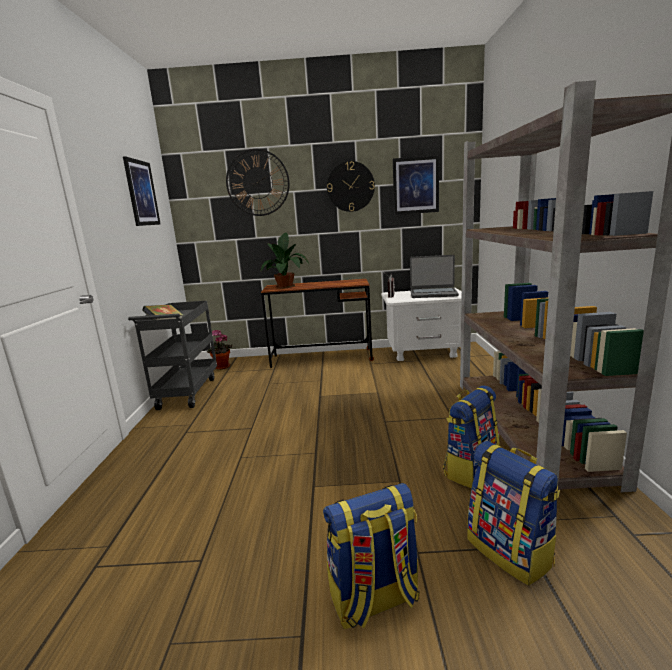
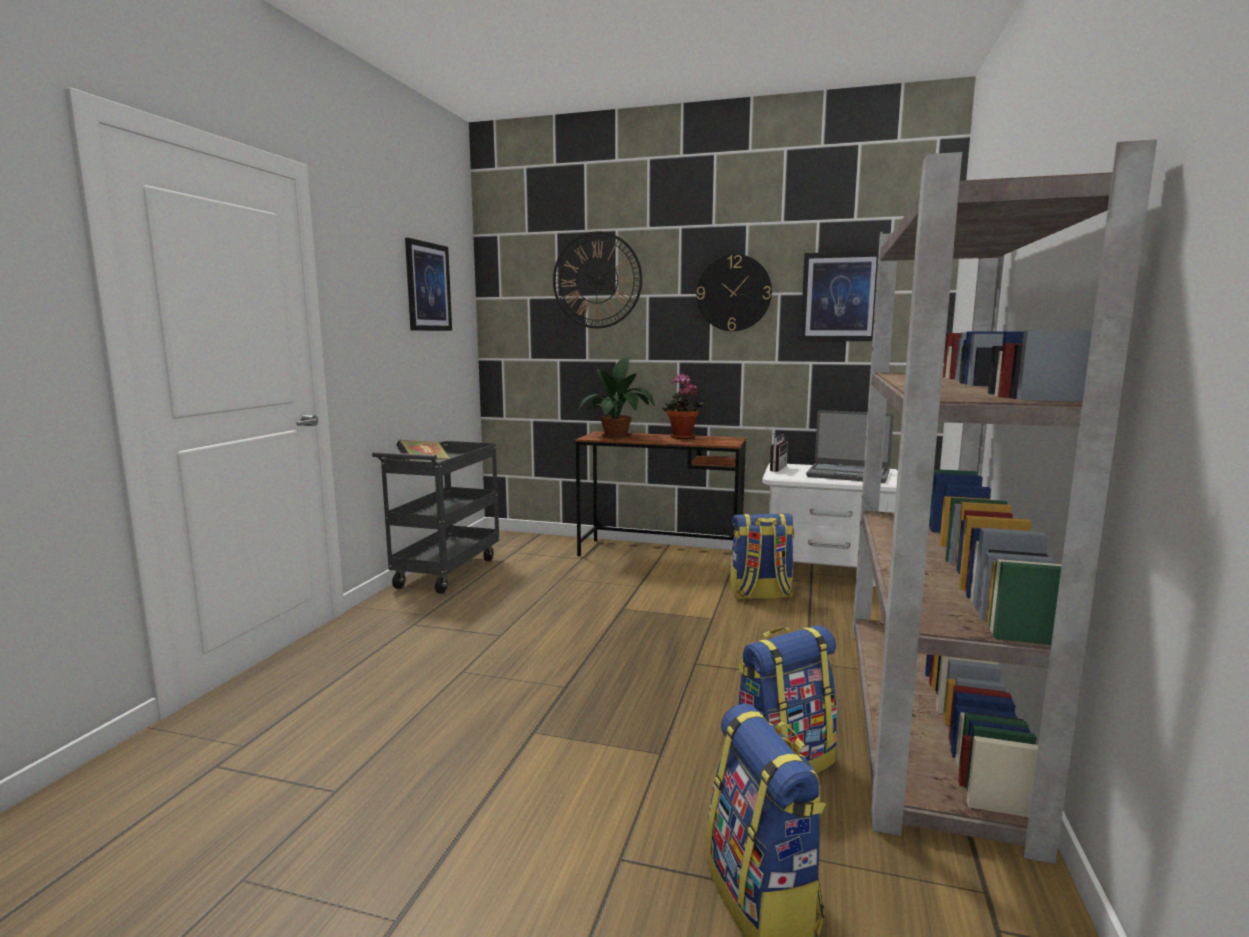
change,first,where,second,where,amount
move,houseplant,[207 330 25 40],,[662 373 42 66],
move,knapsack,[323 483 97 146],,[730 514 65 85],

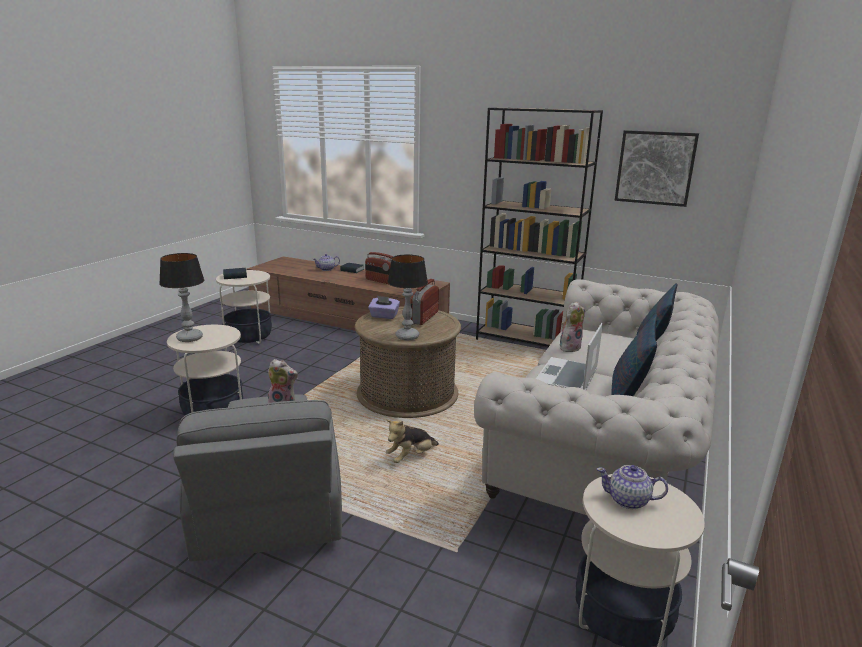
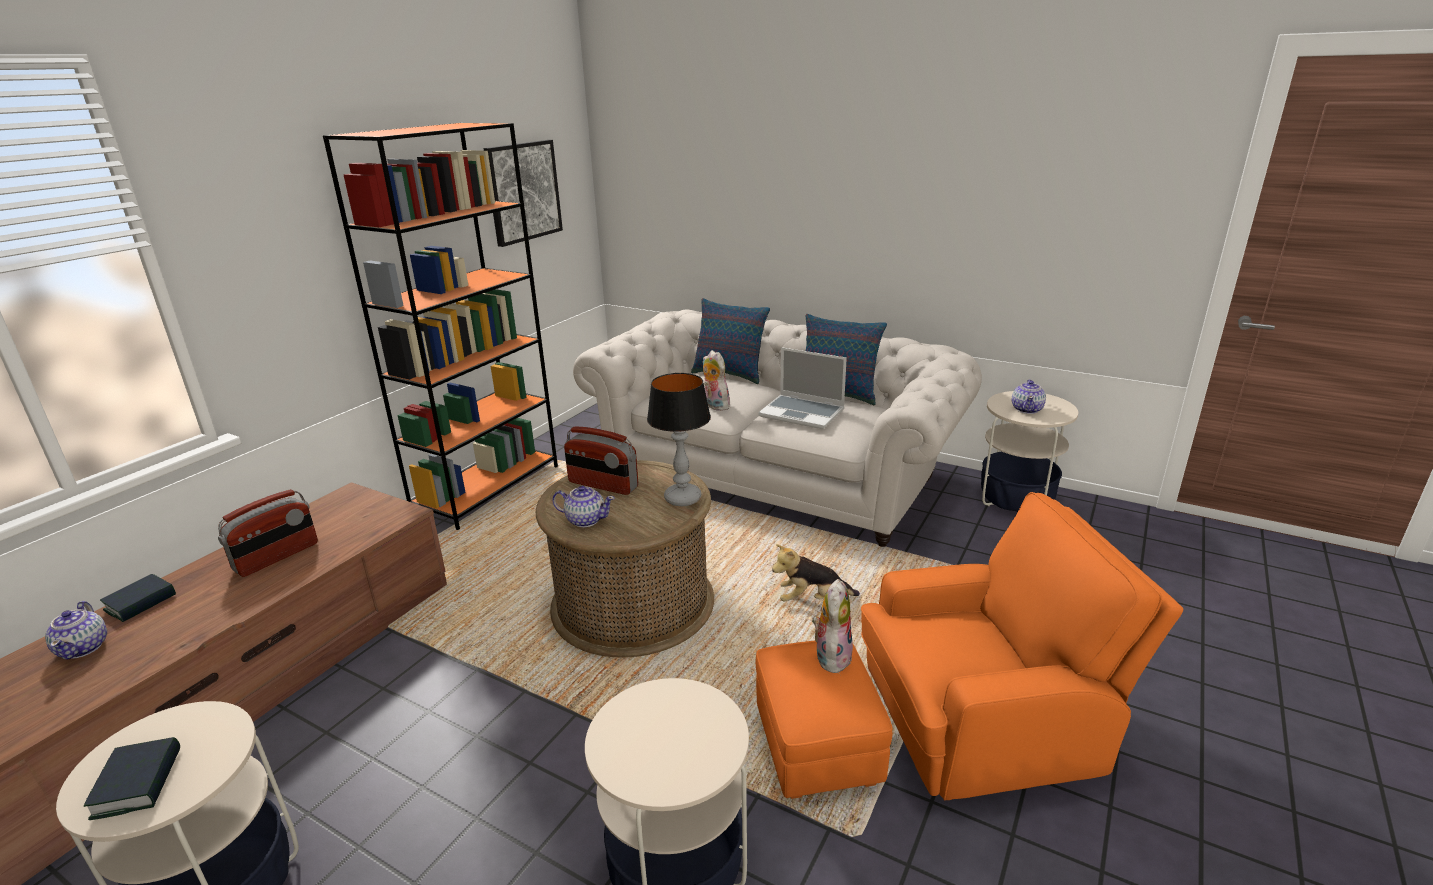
change,first,where,second,where,amount
delete,lamp for a table,[159 253 45 89],,,
recolor,lounge chair in grey,[173 394 169 167],lounge chair in orangey,[756 492 427 309],
replace,tissue holder in purplish,[368 296 32 23],pot for tea,[552 486 63 41],
rotate,cuddly toy,[386 420 53 43],,[772 544 88 58],120 degrees clockwise
recolor,bookcase in sand-coloured,[476 108 127 239],bookcase in orangey,[323 123 235 407],

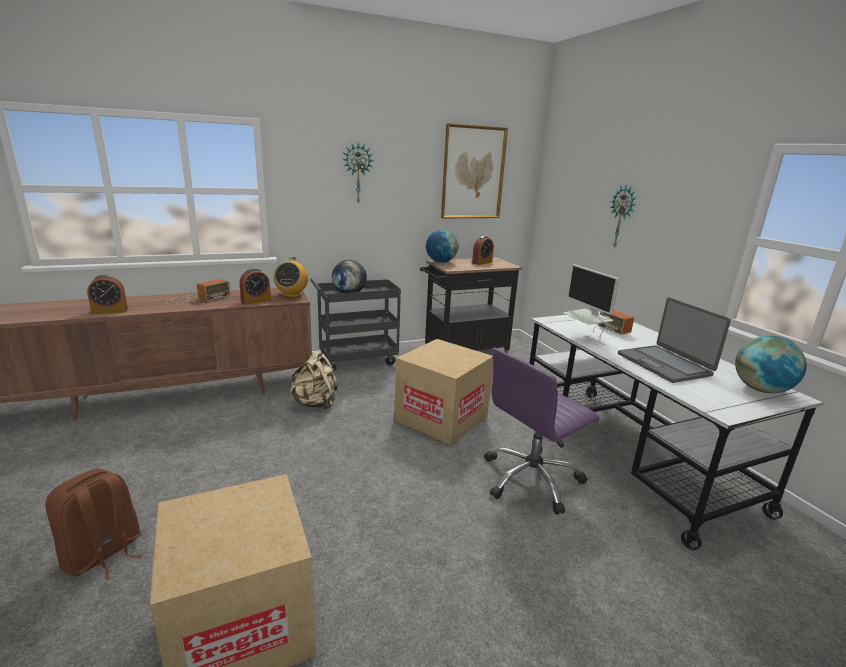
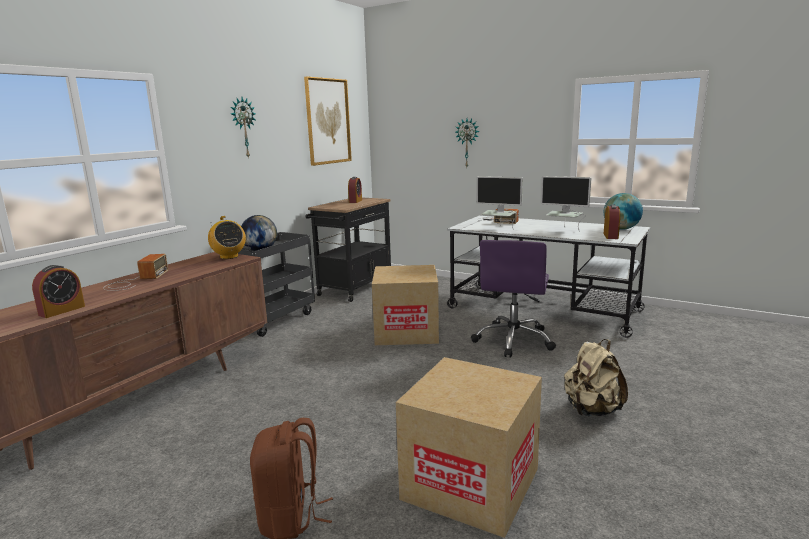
change,first,where,second,where,amount
move,bedside clock,[240 268 31 37],,[604 205 16 34],
move,knapsack in sand-coloured,[290 351 48 59],,[564 339 64 77],
delete,desk globe,[426 230 32 33],,,
replace,laptop,[618 298 113 85],monitor,[541 176 51 56],

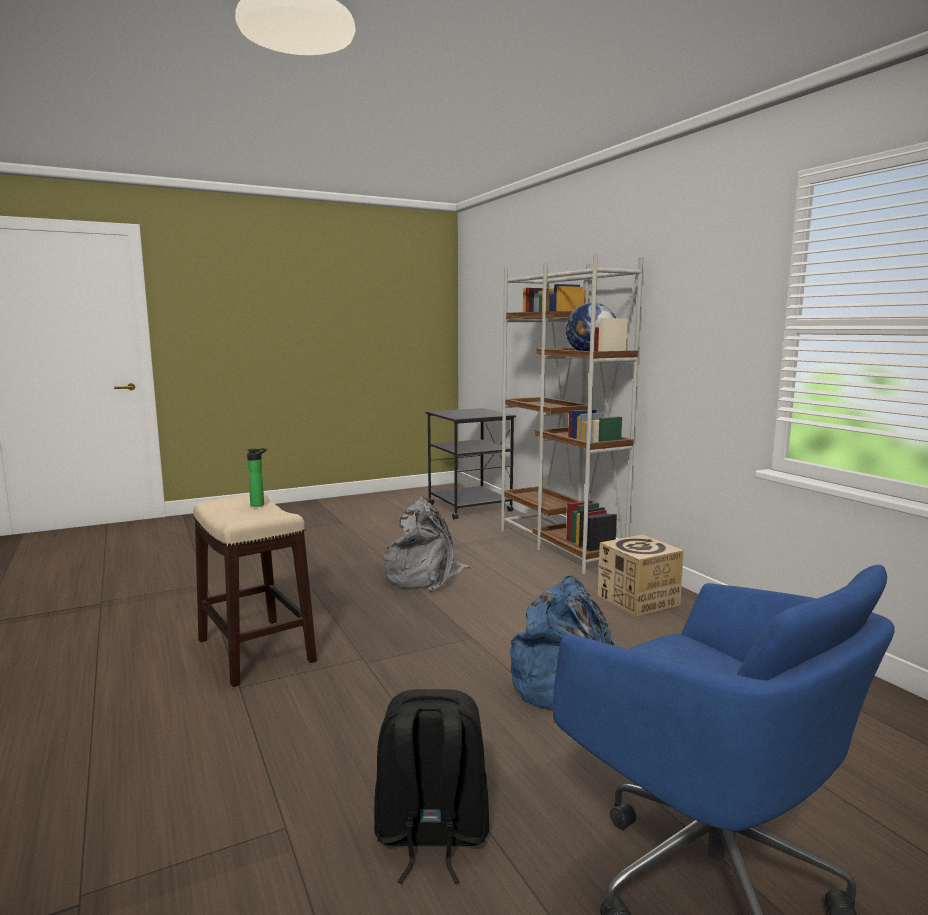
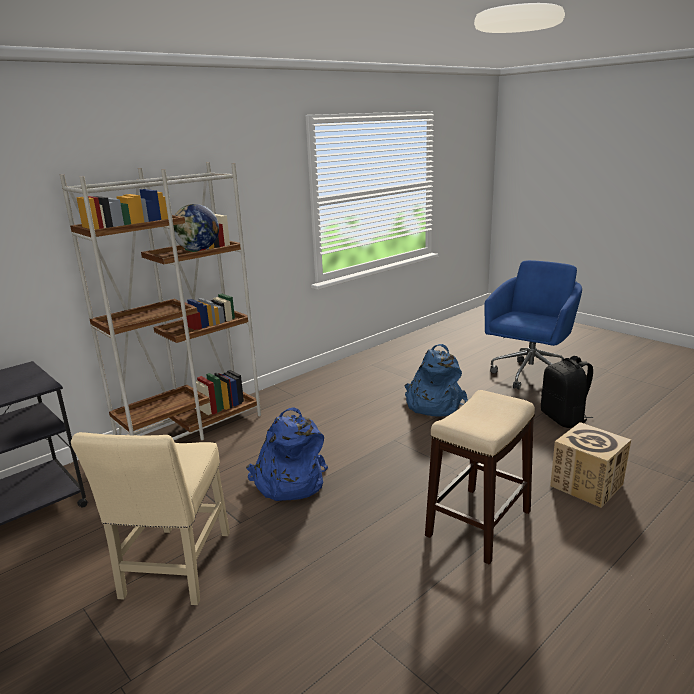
change,first,where,second,where,amount
delete,bottle,[247 448 20 59],,,
recolor,knapsack in grey,[384 496 88 96],knapsack in blue,[246 407 82 94],
move,cardboard box,[598 534 86 82],,[550 422 81 86],
insert,,,upright chair in sand-coloured,[71 432 159 173],

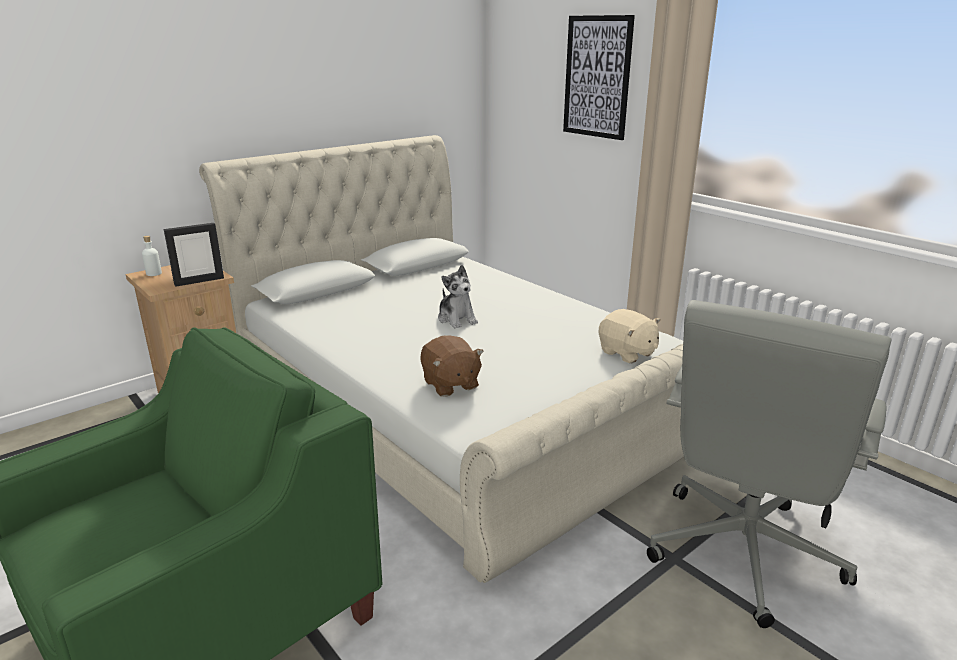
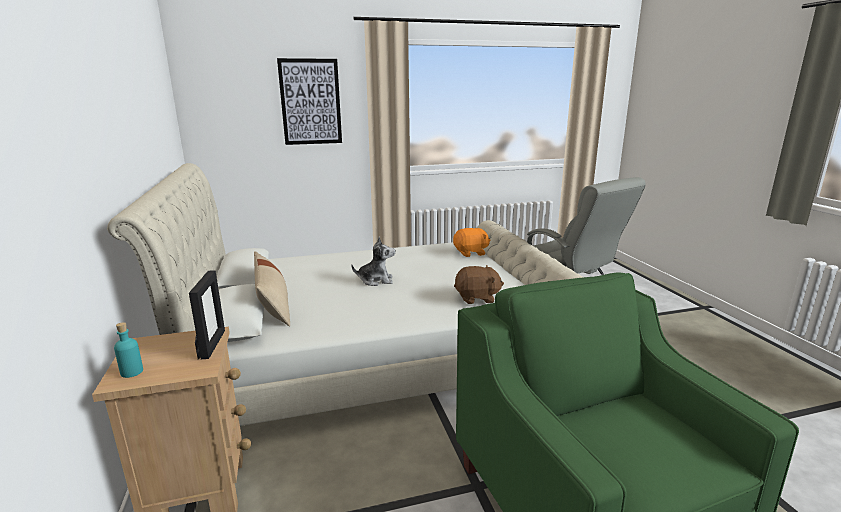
change,first,where,second,where,amount
recolor,bottle in whitish,[142 236 20 40],bottle in turquoise,[114 322 29 56],
recolor,cuddly toy in sand-coloured,[599 309 61 54],cuddly toy in orangey,[453 228 37 29],
insert,,,cushion in sand-coloured,[254 251 36 76],

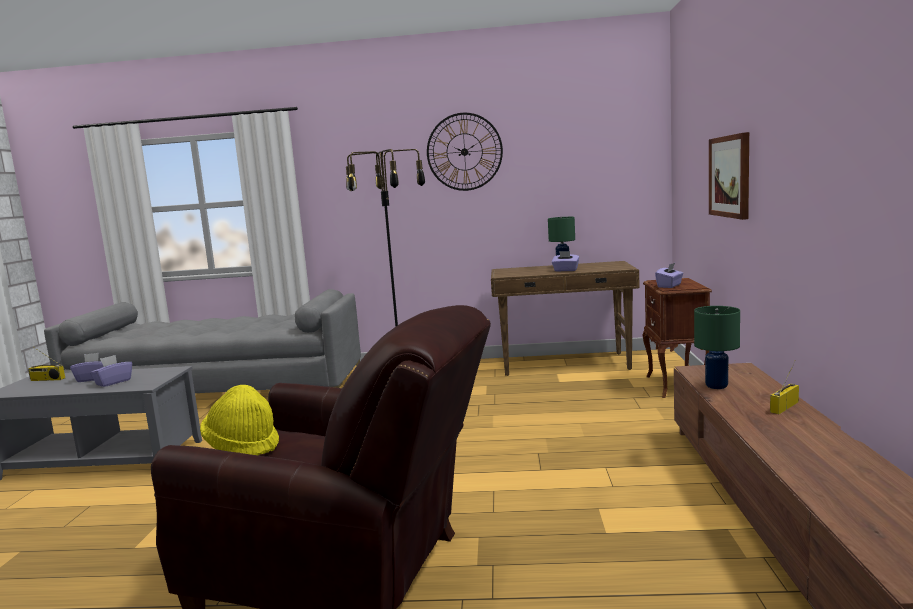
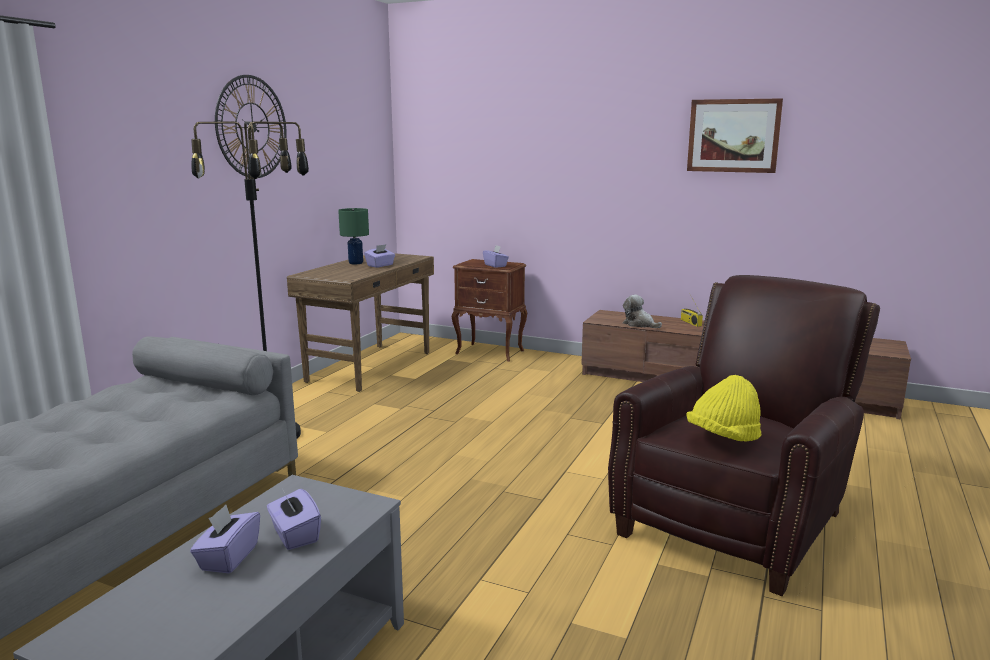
change,first,where,second,where,amount
delete,radio set,[28 347 37 34],,,
replace,lamp for a table in green-coloured,[694 306 46 83],cuddly toy,[623 295 39 33],
move,picture,[709 132 40 88],,[687 98 96 75],

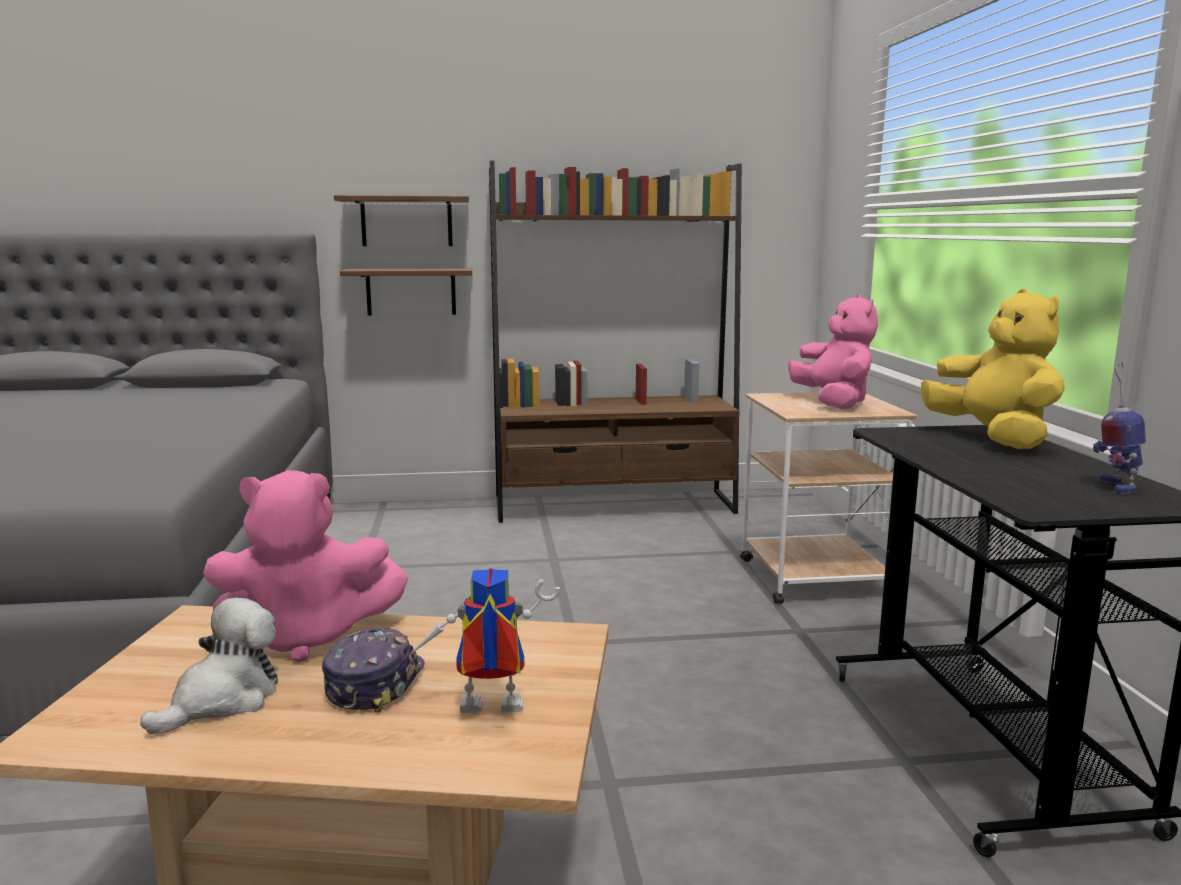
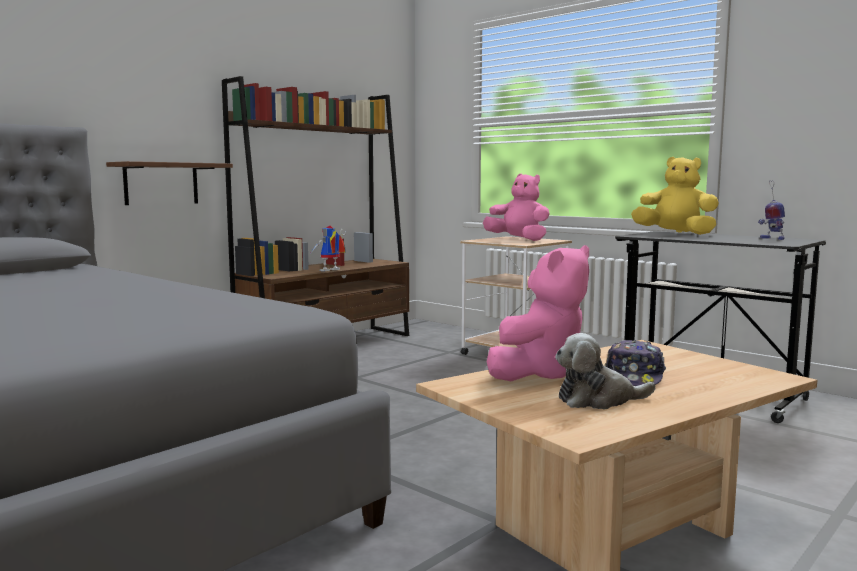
change,first,where,second,where,amount
rotate,cuddly toy,[140 598 138 136],,[555 333 100 76],90 degrees counterclockwise
rotate,cap,[322 628 103 85],,[605 340 61 46],135 degrees counterclockwise
delete,bracket shelf,[334 195 135 51],,,
move,model robot,[408 568 152 145],,[309 225 37 46],

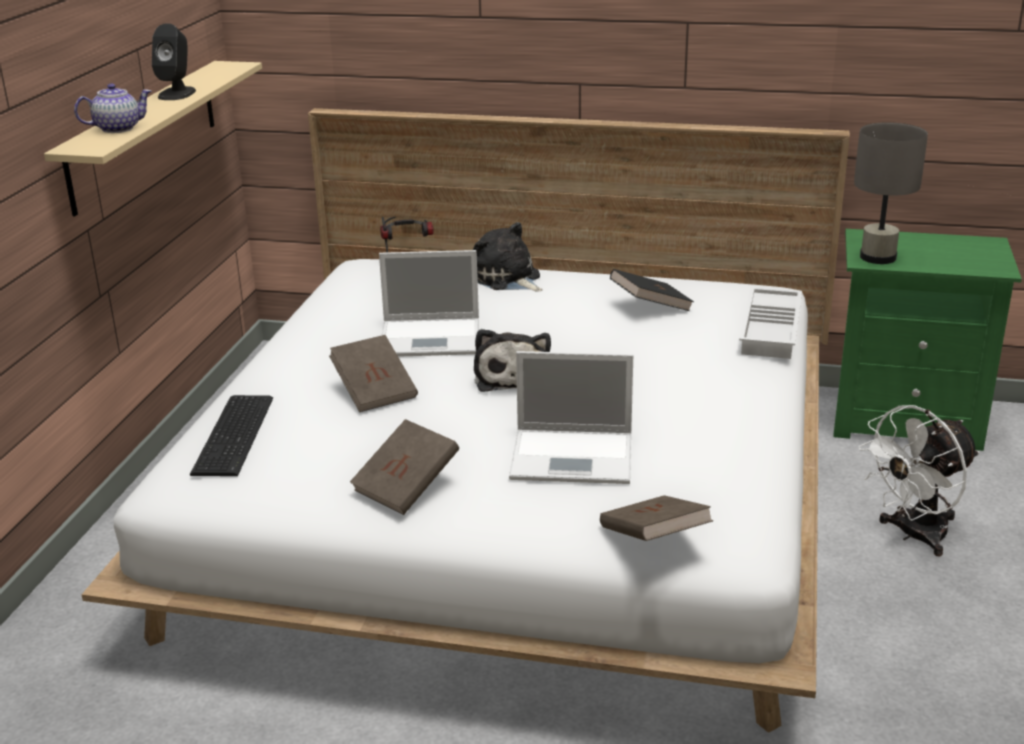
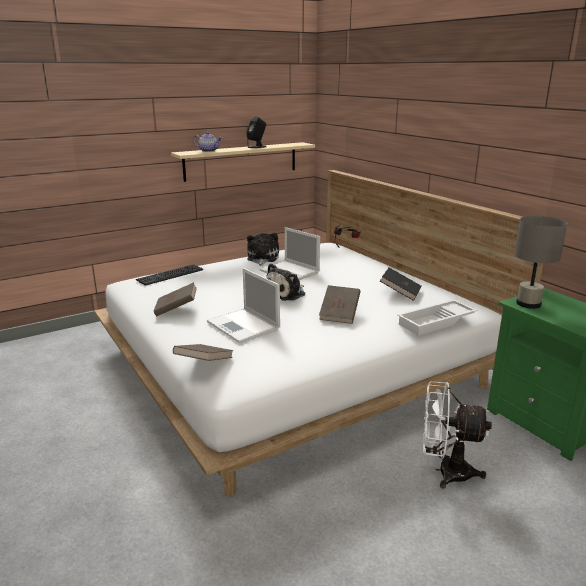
change,first,where,second,where,amount
move,book in brownish,[329 335 89 77],,[319 285 42 39],
move,cuddly toy,[473 222 70 70],,[247 233 32 33],

